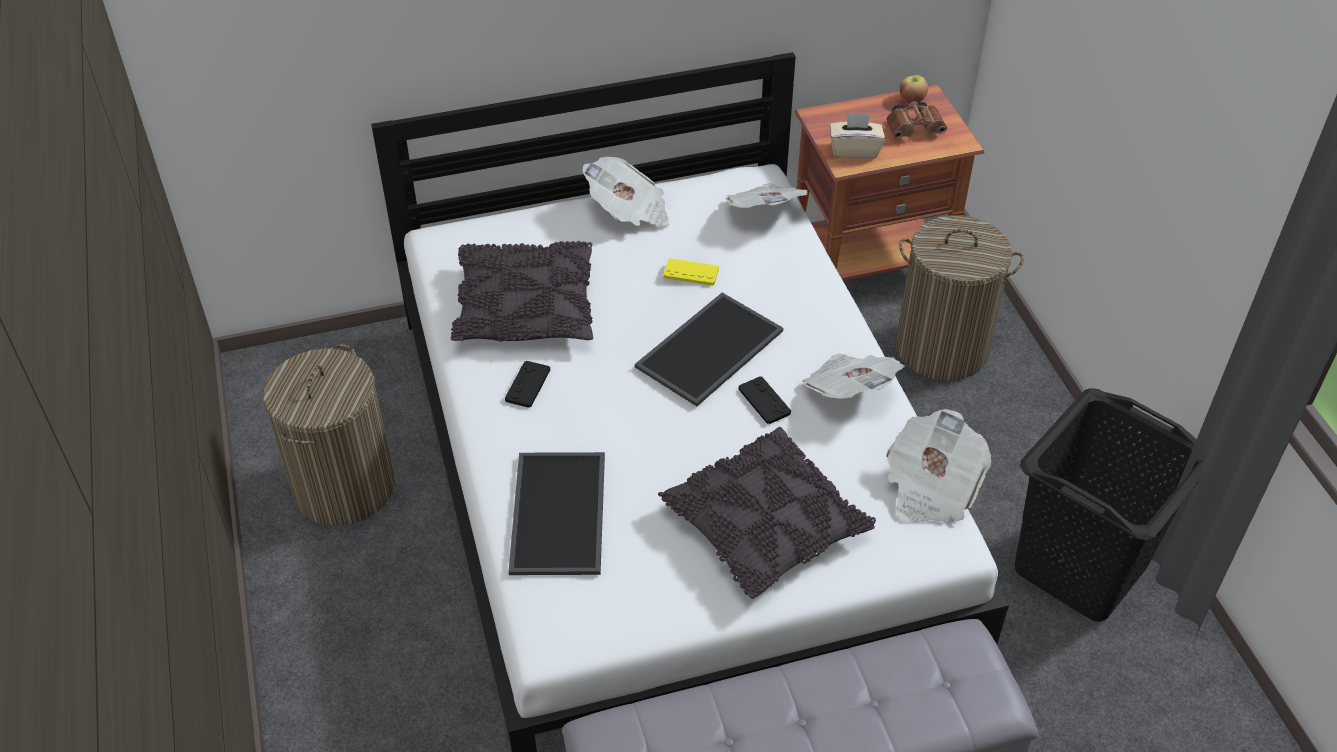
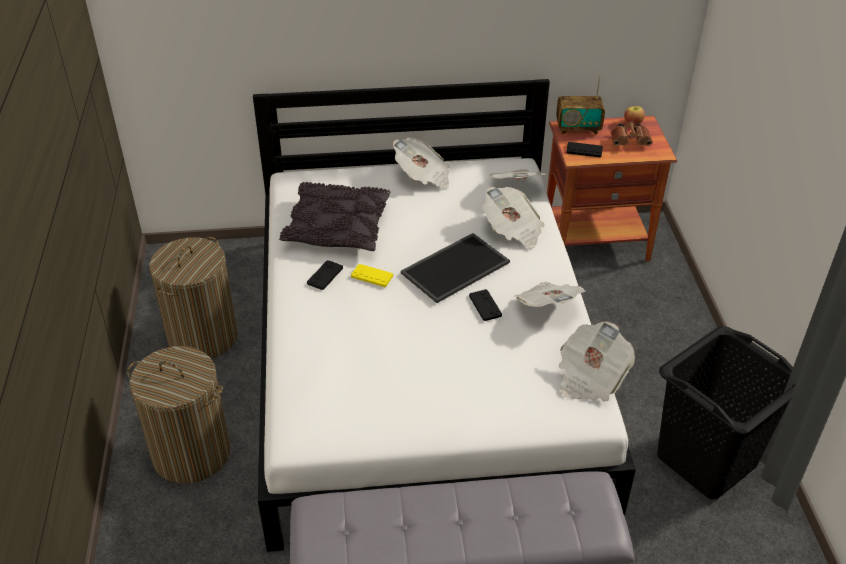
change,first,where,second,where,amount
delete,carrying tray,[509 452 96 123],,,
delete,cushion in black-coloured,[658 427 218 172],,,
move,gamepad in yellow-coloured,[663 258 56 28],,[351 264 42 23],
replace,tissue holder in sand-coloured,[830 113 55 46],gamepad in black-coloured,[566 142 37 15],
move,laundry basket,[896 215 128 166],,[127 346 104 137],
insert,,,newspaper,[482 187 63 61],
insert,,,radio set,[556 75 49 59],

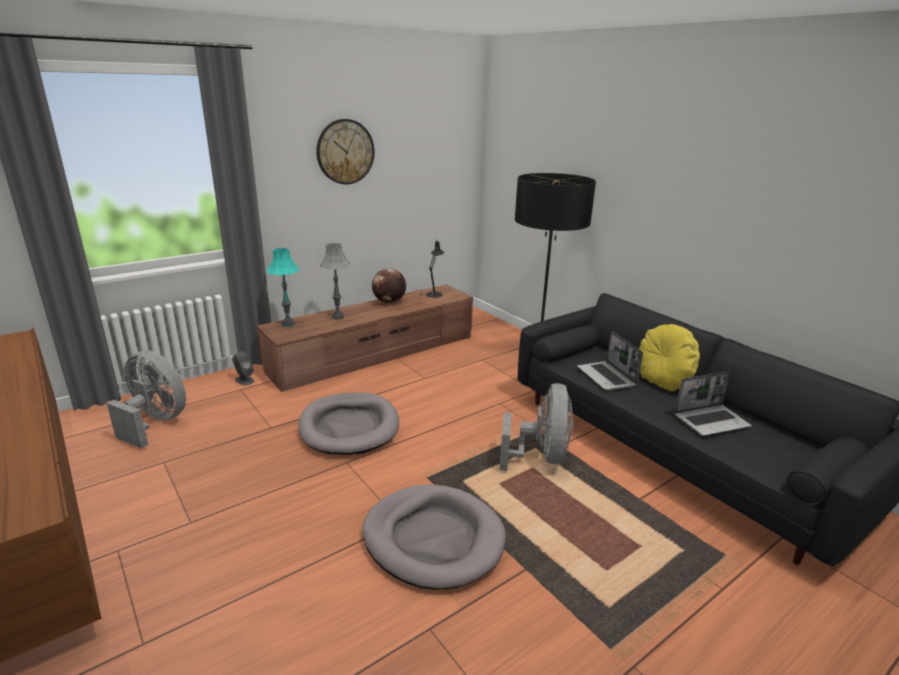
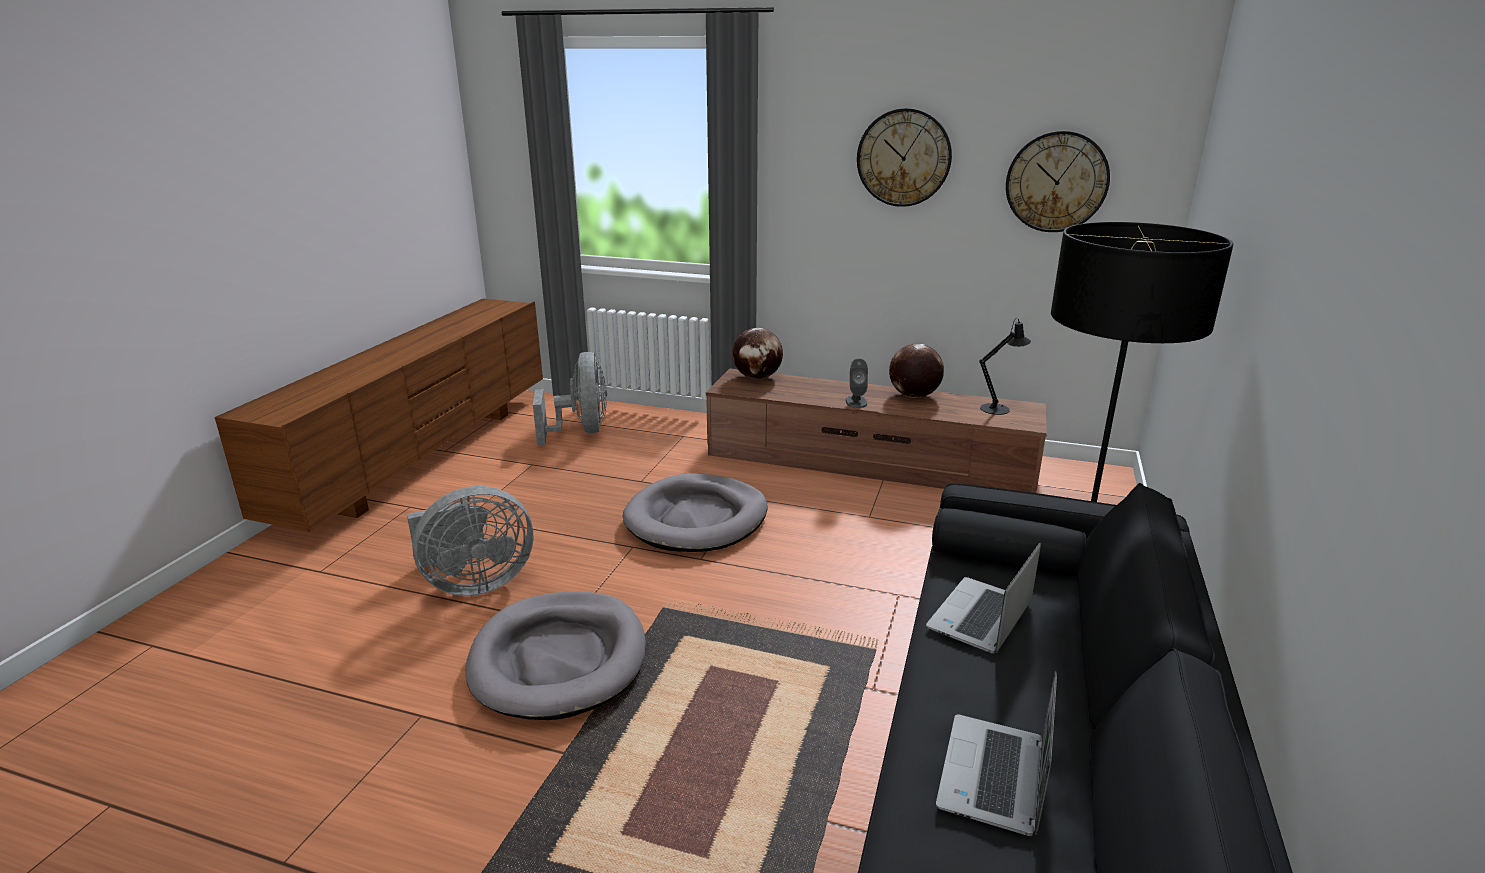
change,first,where,second,where,amount
move,audio speaker in grey,[232 351 22 34],,[846 359 22 49],
replace,lamp for a table in turquoise,[267 248 32 79],desk globe,[732 328 51 51],
delete,lamp for a table in grey,[319 243 31 76],,,
move,fan in grey,[499 383 74 88],,[407 486 126 110],
delete,cushion in yellow-coloured,[639 324 61 67],,,
rotate,laptop,[674 371 78 65],,[936 671 121 165],75 degrees clockwise
insert,,,hanging clock,[1006 131 104 101],

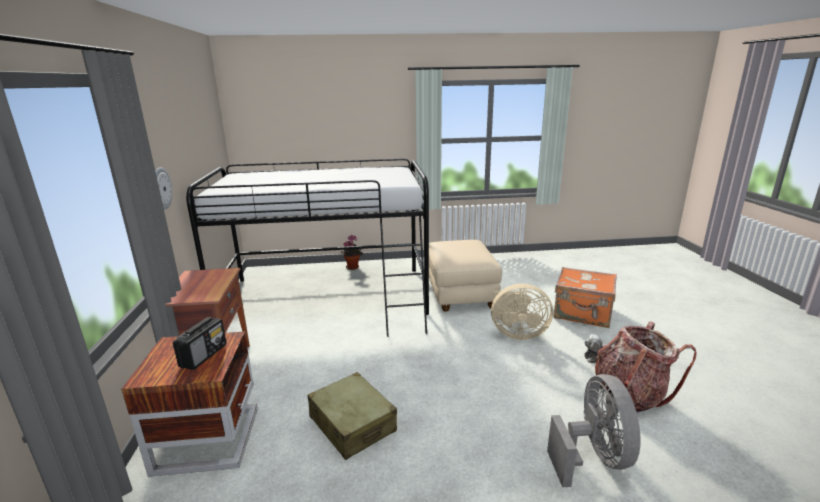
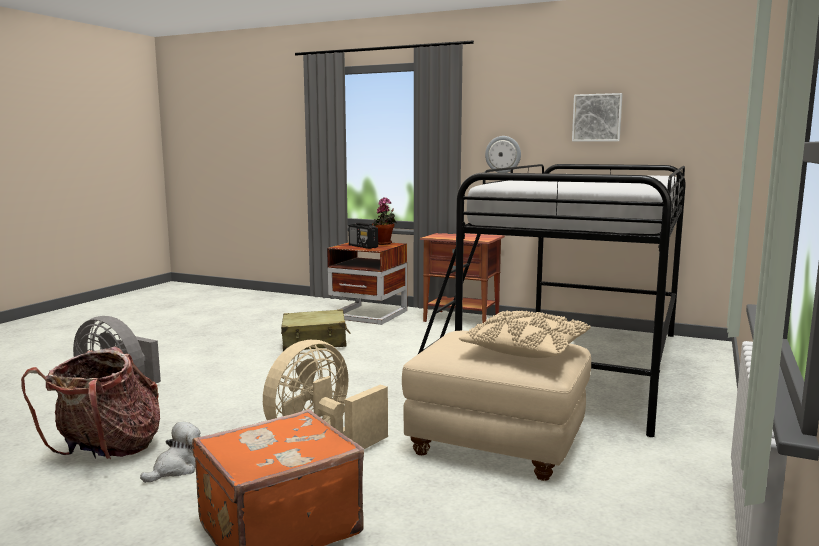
change,first,where,second,where,amount
move,houseplant,[341 235 22 35],,[372 197 25 48],
insert,,,cushion in sand-coloured,[459 311 132 47],
insert,,,picture,[572 93 51 49],

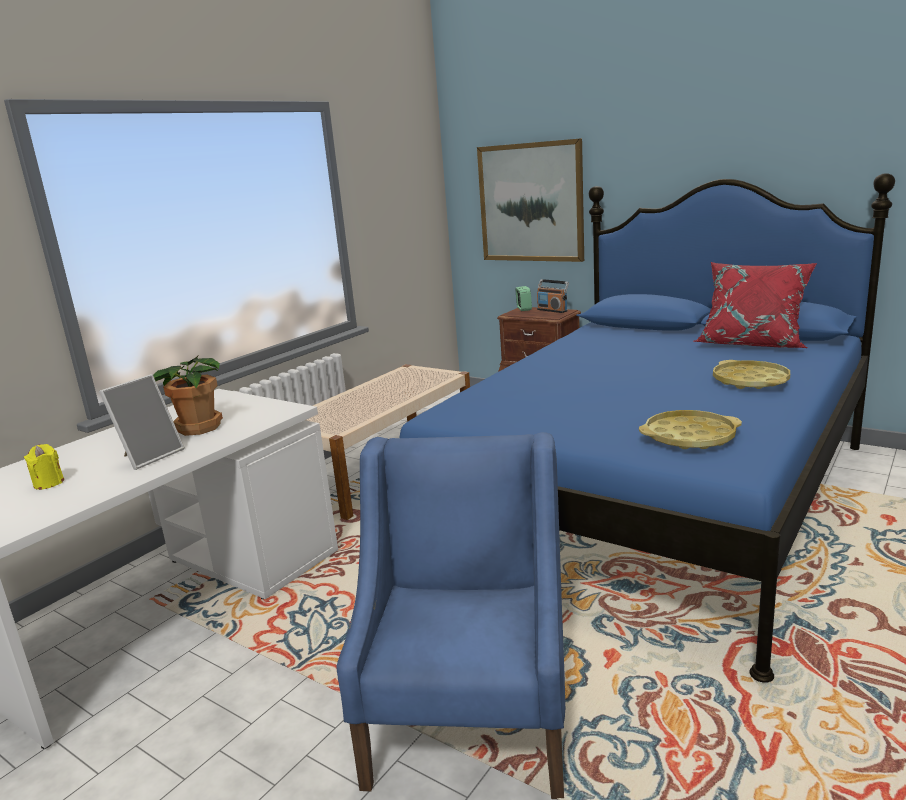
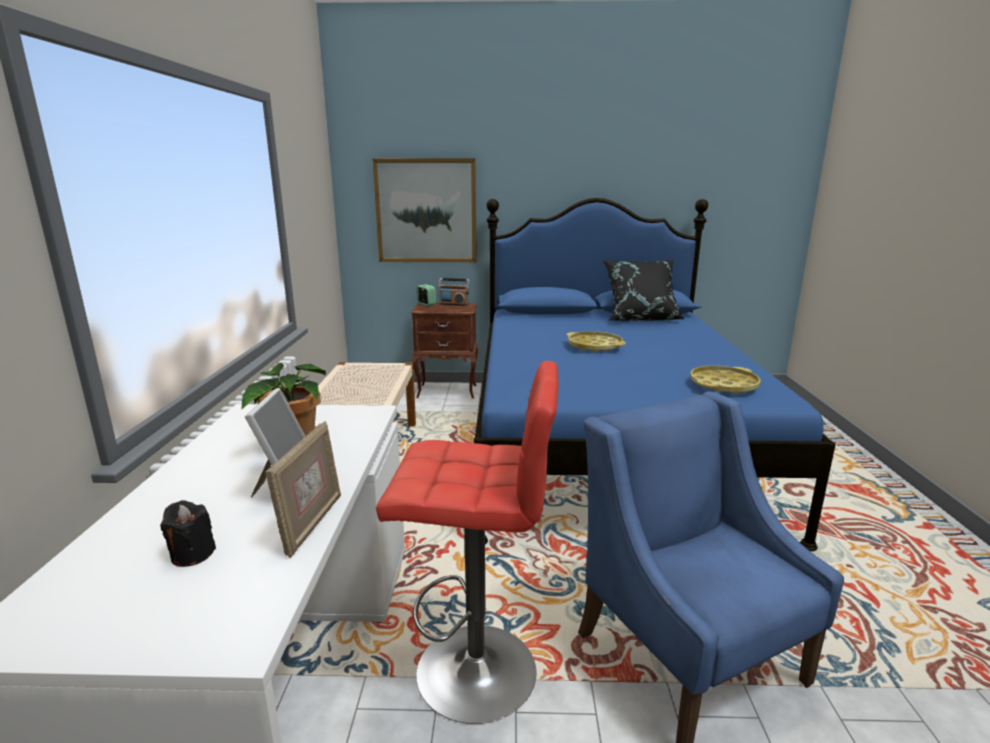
change,first,where,second,where,amount
recolor,wax candle in yellow-coloured,[24 444 40 46],wax candle in black-coloured,[160 500 56 67],
recolor,cushion in red,[694 262 123 86],cushion in black-coloured,[603 260 82 61],
move,carrying tray in yellow-coloured,[713 360 77 29],,[566 331 60 21],
insert,,,standing frame,[265 421 76 137],
insert,,,stool in red,[376 361 182 363],

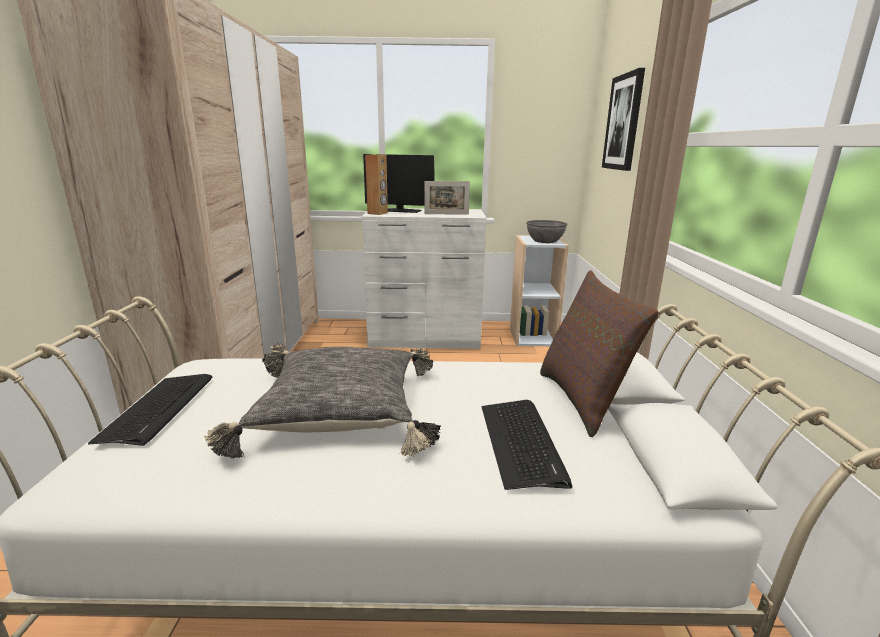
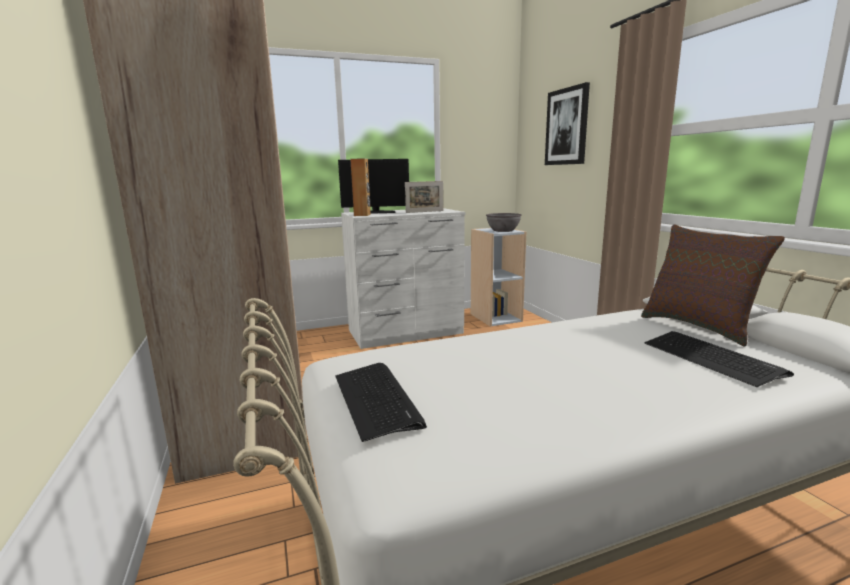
change,first,where,second,where,amount
delete,cushion,[204 343 236 116],,,

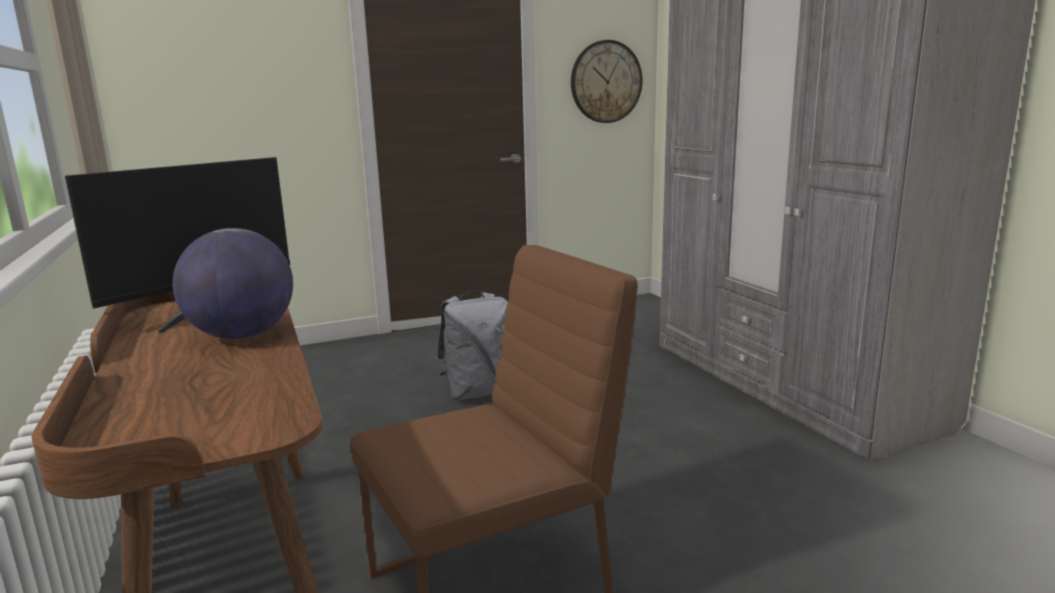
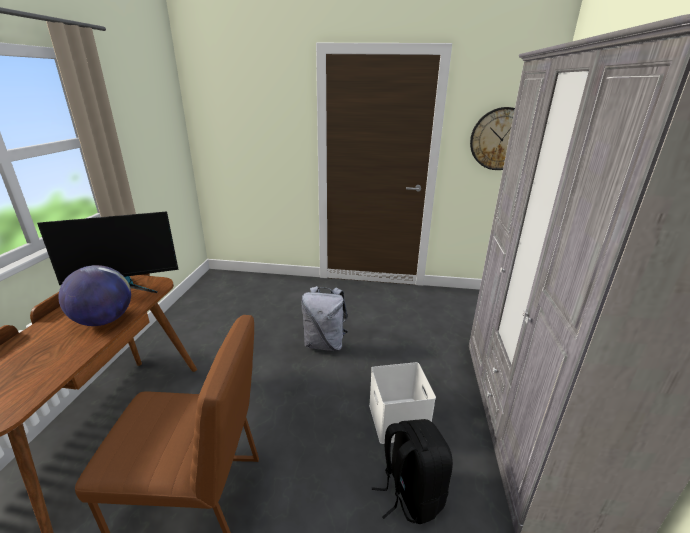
change,first,where,second,where,amount
insert,,,storage bin in whitish,[369 362 67 82],
insert,,,knapsack in black-coloured,[372 419 81 105],

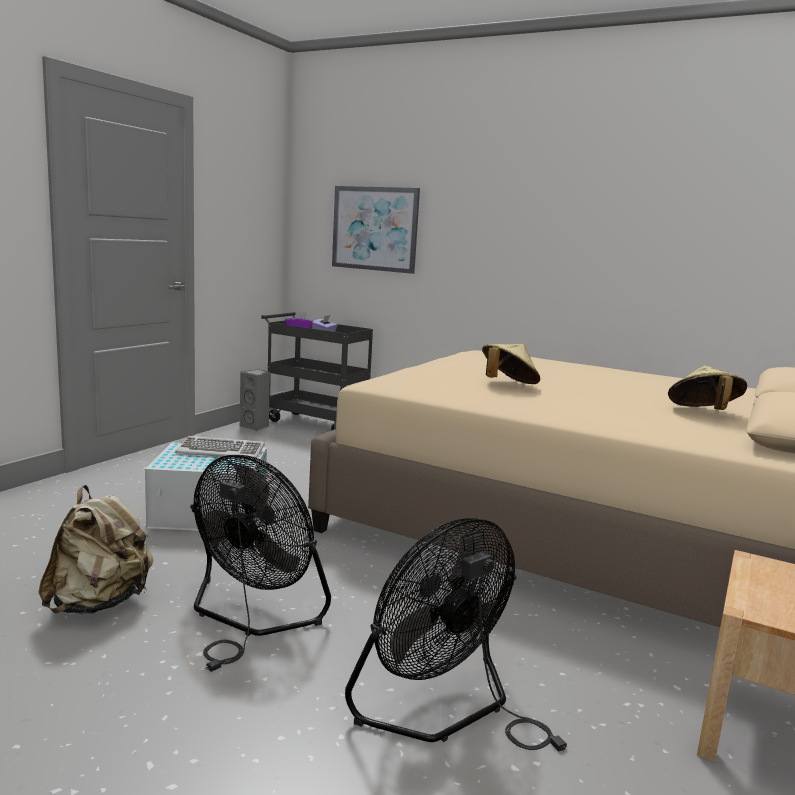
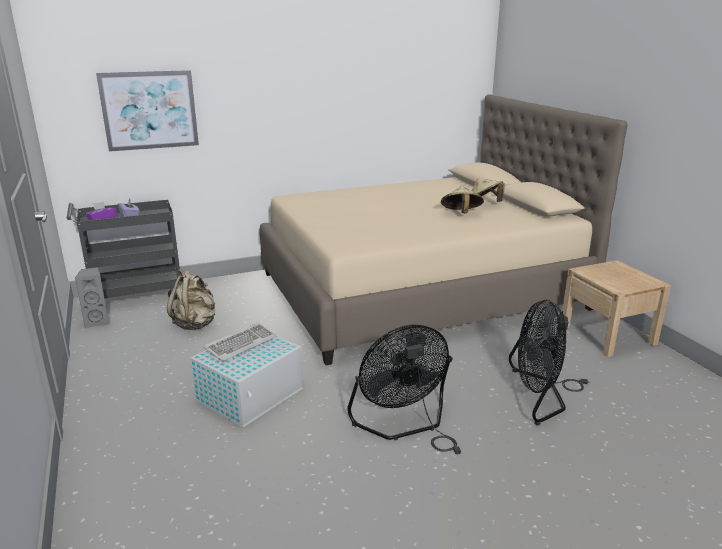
change,first,where,second,where,amount
move,knapsack in sand-coloured,[38 485 115 129],,[167 269 48 61],
move,clothing hat in sand-coloured,[482 344 58 40],,[441 186 43 27],

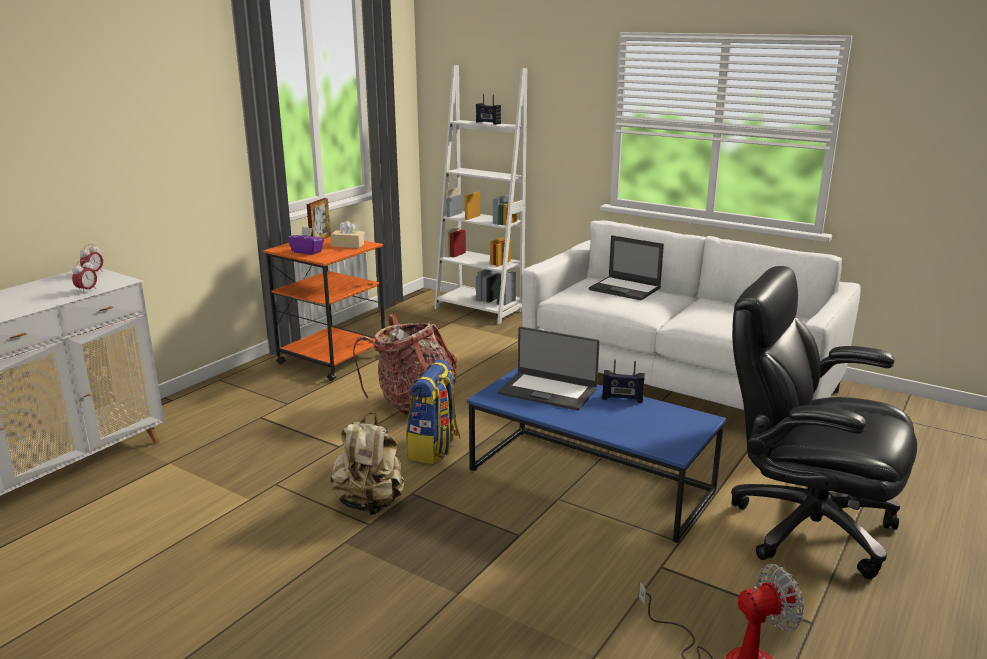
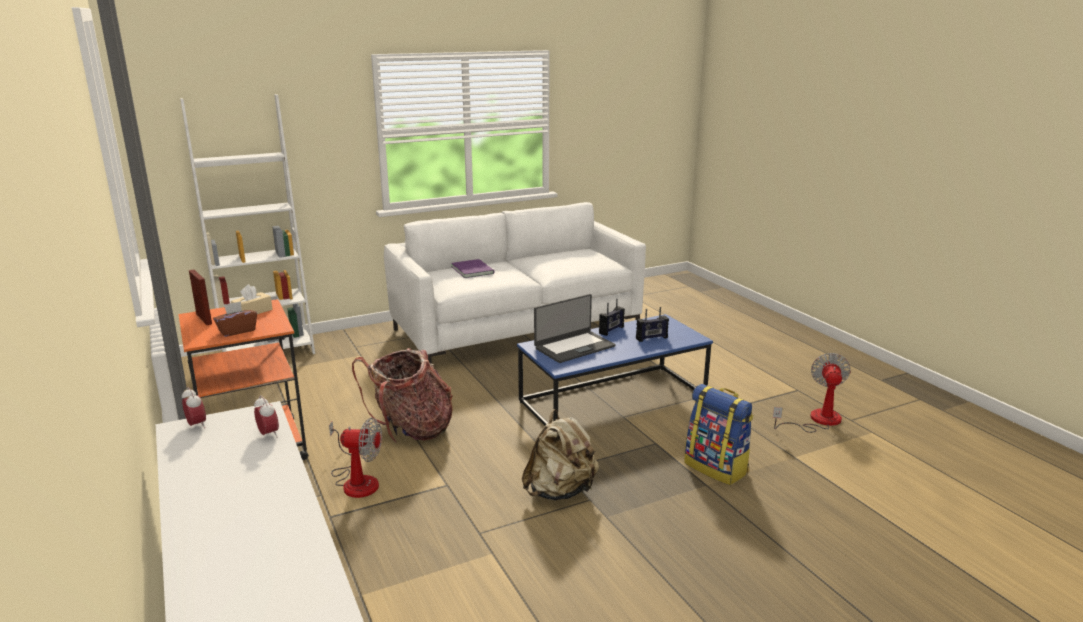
change,first,where,second,where,amount
recolor,tissue holder in purplish,[288 227 36 28],tissue holder in brownish,[213 301 44 36],
move,knapsack,[406 360 54 104],,[684 384 69 101],
move,radio set,[476 94 25 31],,[636 307 33 35],
replace,laptop,[589 235 75 65],book in purplish,[451 259 44 19],
delete,computer chair in black-coloured,[731 266 186 313],,,
insert,,,fan,[329 417 53 81],

